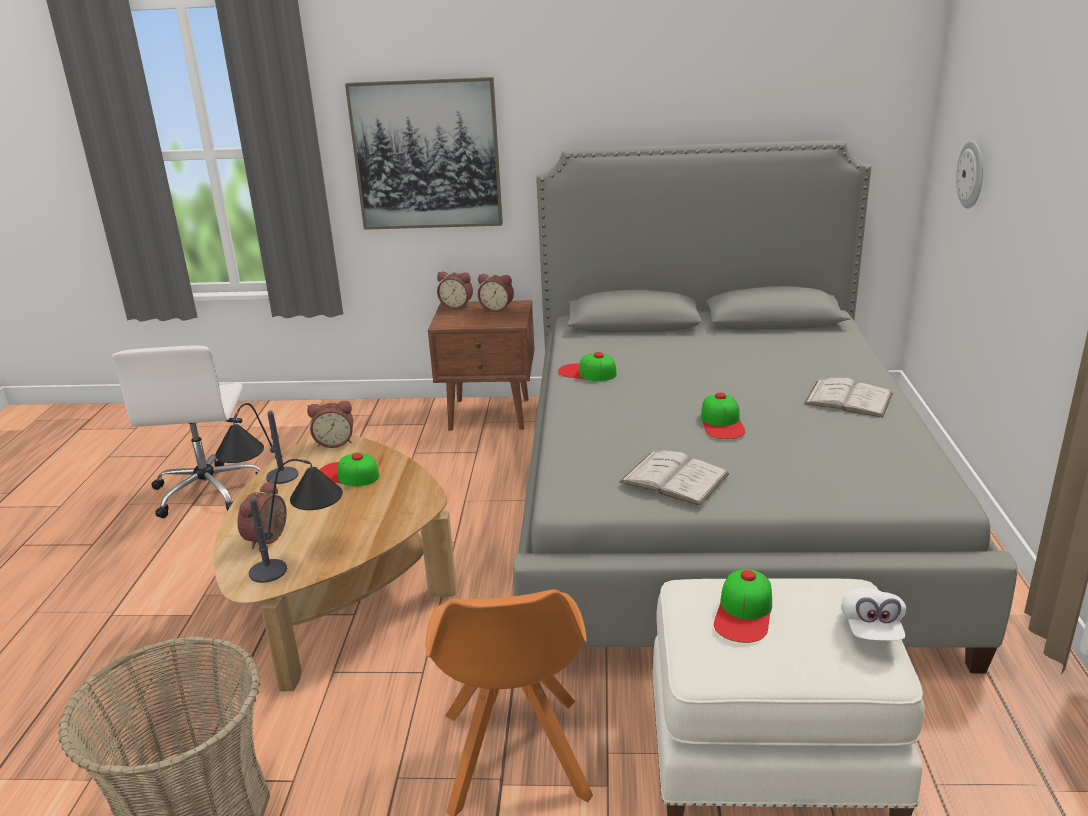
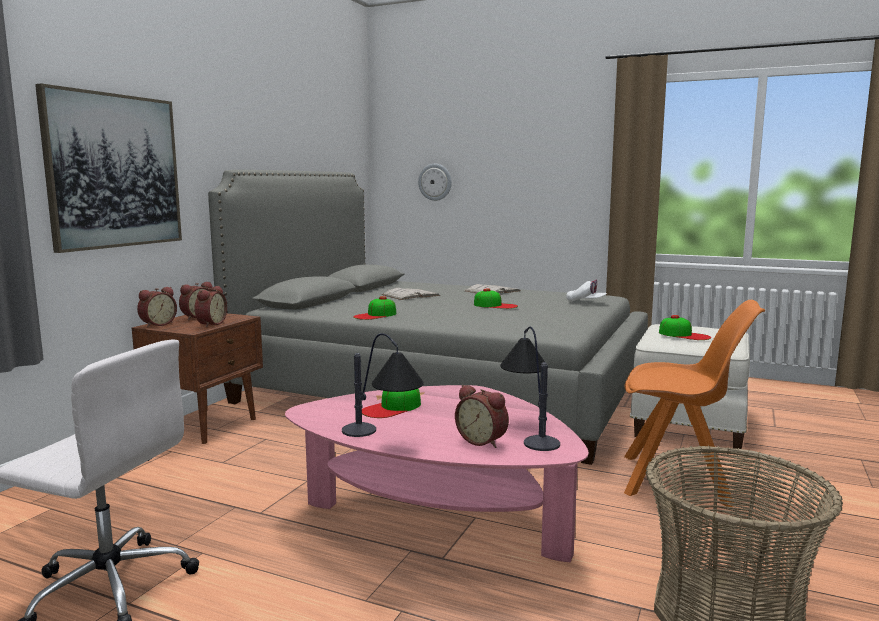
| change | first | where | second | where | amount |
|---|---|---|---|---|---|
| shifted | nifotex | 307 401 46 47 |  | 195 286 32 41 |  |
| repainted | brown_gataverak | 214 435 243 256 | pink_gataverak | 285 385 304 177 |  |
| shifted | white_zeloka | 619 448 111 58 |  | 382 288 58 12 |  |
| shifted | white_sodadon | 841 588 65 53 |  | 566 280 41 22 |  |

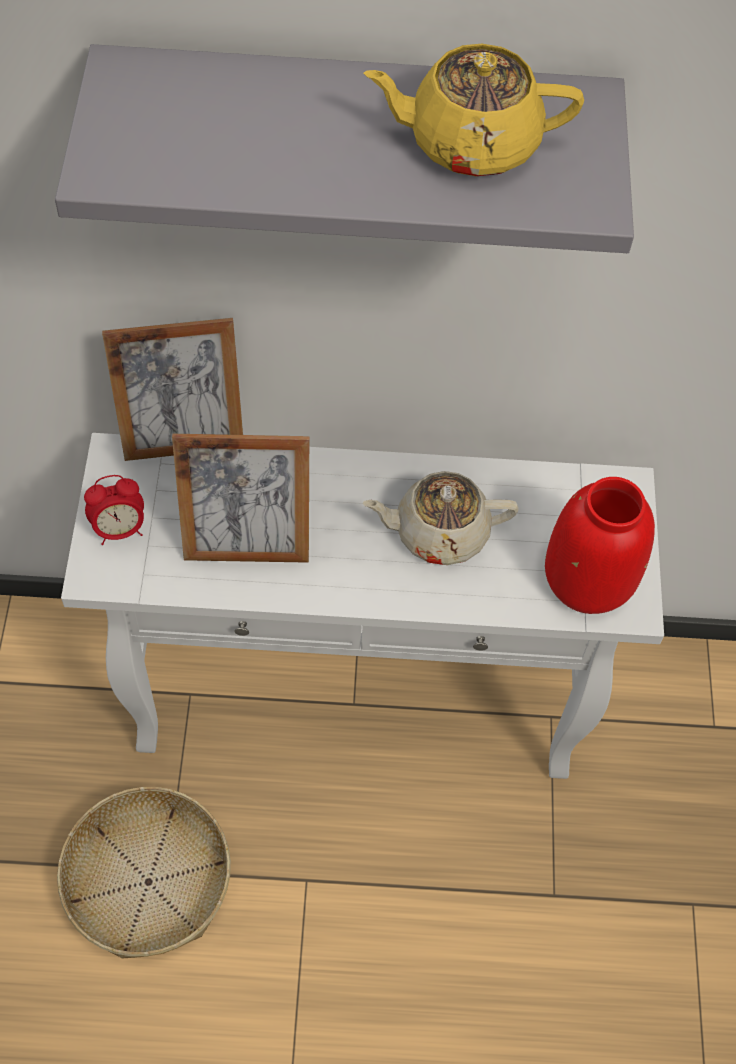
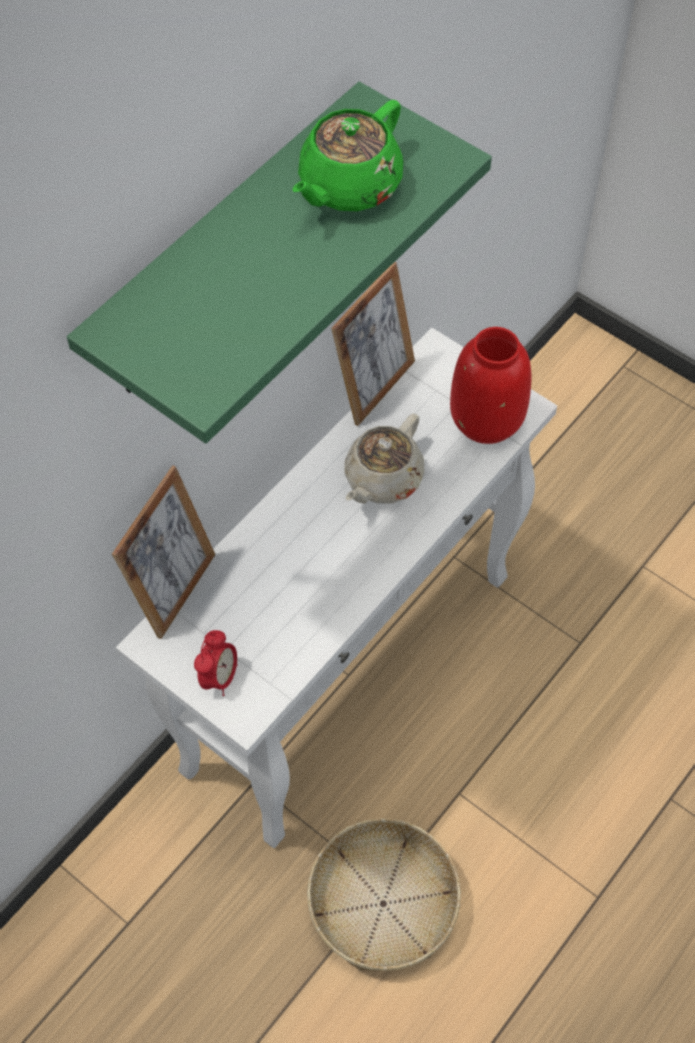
| change | first | where | second | where | amount |
|---|---|---|---|---|---|
| repainted | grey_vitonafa | 55 44 579 209 | green_vitonafa | 67 82 425 362 |  |
| repainted | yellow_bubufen | 364 44 220 132 | green_bubufen | 292 100 111 111 |  |
| shifted | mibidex | 172 434 137 129 |  | 331 262 84 164 |  |

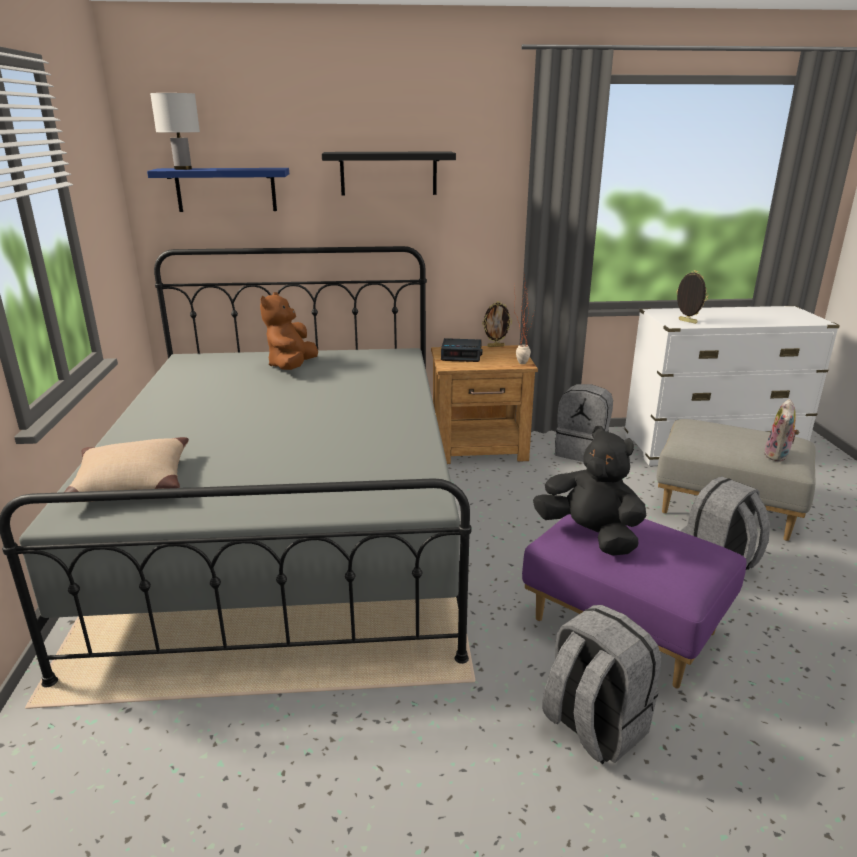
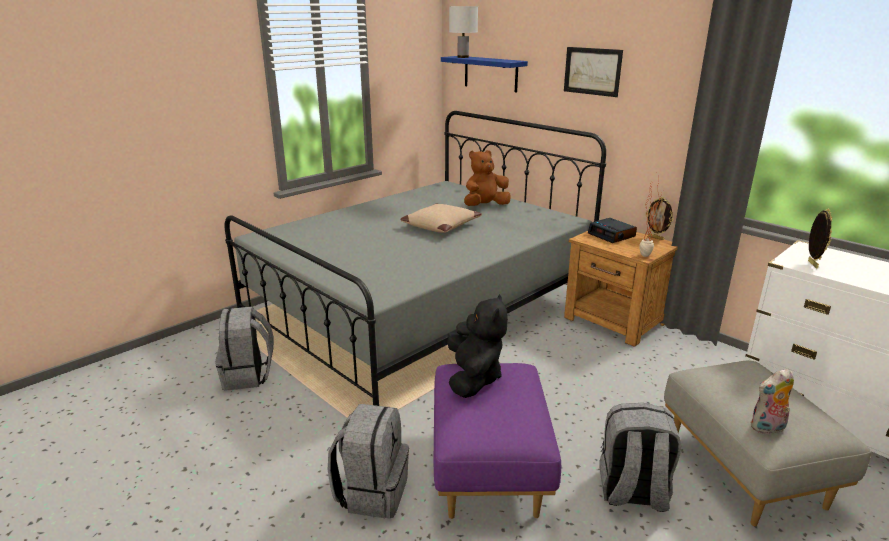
| change | first | where | second | where | amount |
|---|---|---|---|---|---|
| swapped | black_vitonafa | 322 151 134 45 | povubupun | 564 47 59 50 |  |
| shifted | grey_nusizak | 555 384 58 78 |  | 215 306 59 85 |  |
| shifted | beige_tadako | 63 437 126 66 |  | 400 203 82 30 |  |

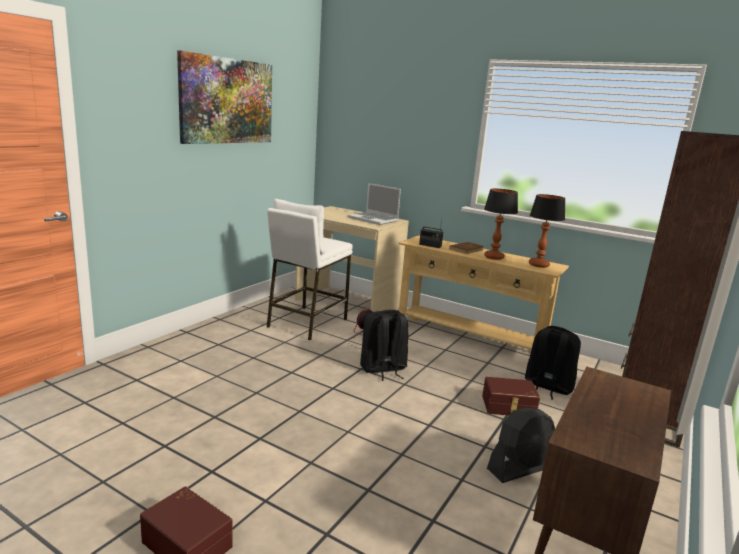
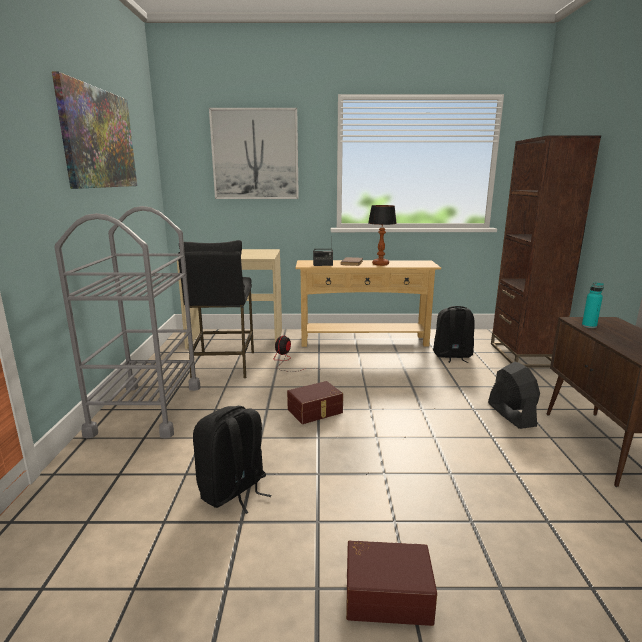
| change | first | where | second | where | amount |
|---|---|---|---|---|---|
| gone | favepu | 348 183 53 42 |  |  |  |
| gone | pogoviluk | 529 194 37 74 |  |  |  |
| repainted | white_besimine | 267 199 86 141 | black_besimine | 178 240 76 138 |  |
| shifted | black_nusizak | 360 310 49 71 |  | 193 406 79 108 |  |
| shifted | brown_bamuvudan | 482 377 58 38 |  | 287 381 56 43 |  |
| rotated | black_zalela | 487 408 68 75 |  | 488 362 52 67 | 45 degrees counterclockwise |
| new |  |  | povubupun | 209 108 90 91 |  |
| new |  |  | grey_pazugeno | 54 206 147 232 |  |
| new |  |  | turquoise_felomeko | 582 282 22 46 |  |

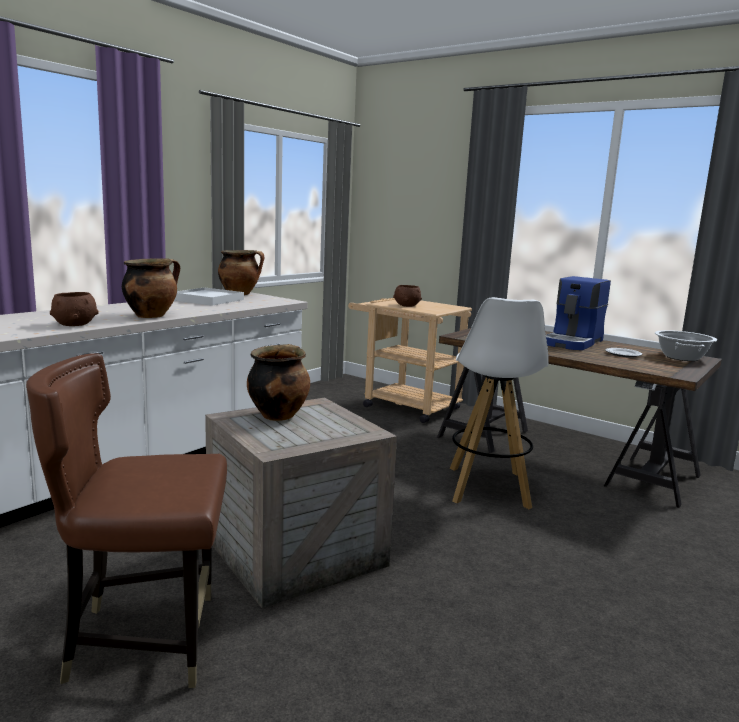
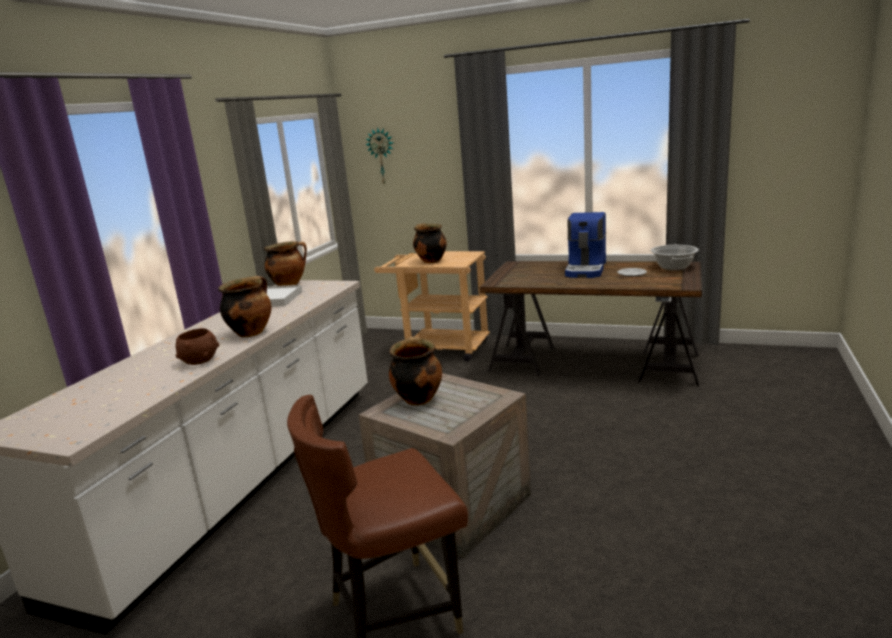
| change | first | where | second | where | amount |
|---|---|---|---|---|---|
| swapped | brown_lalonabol | 393 285 29 22 | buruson | 413 223 34 40 |  |
| gone | white_besimine | 450 297 99 212 |  |  |  |
| new |  |  | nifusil | 366 128 27 56 |  |

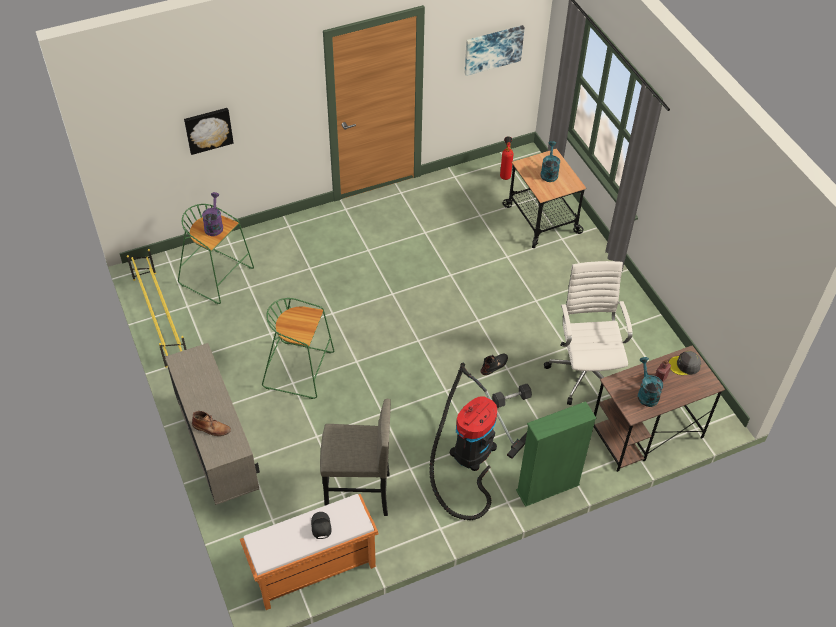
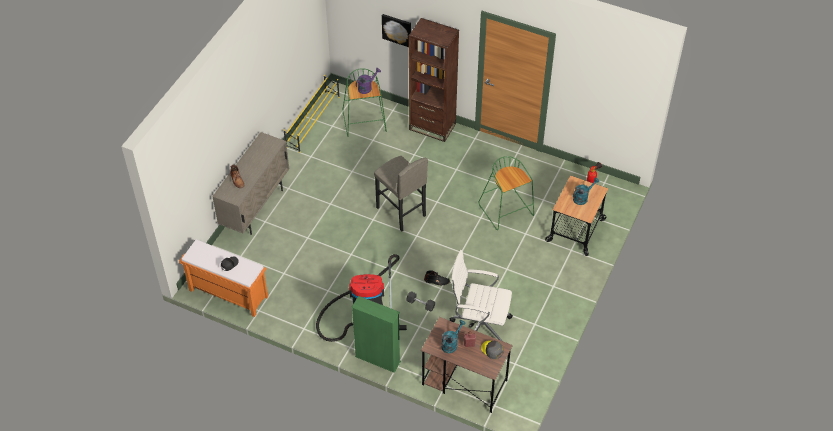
| change | first | where | second | where | amount |
|---|---|---|---|---|---|
| gone | povubupun | 465 25 60 51 |  |  |  |
| rotated | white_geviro | 544 261 89 144 |  | 450 250 63 91 | 120 degrees counterclockwise |
| shifted | green_besimine | 262 298 72 101 |  | 479 156 55 74 |  |
| shifted | grey_besimine | 320 399 71 117 |  | 374 156 54 76 |  |
| new |  |  | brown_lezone | 409 18 50 124 |  |

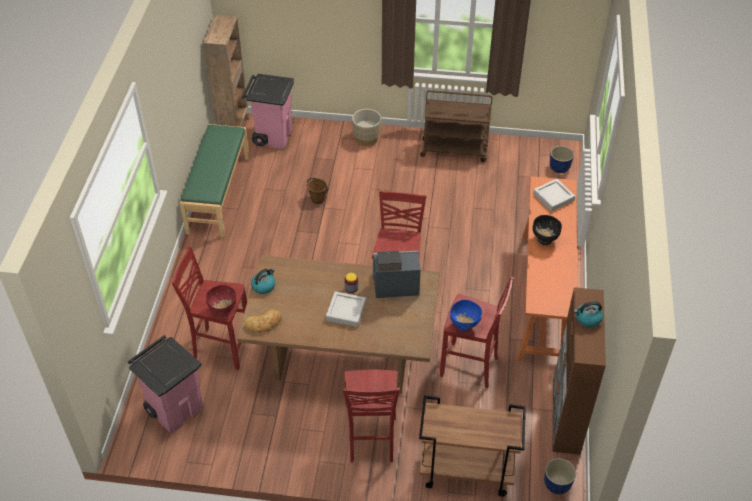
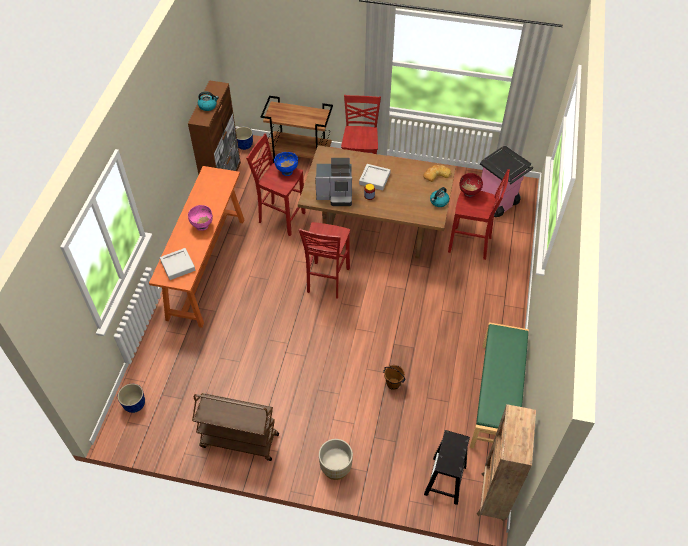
| change | first | where | second | where | amount |
|---|---|---|---|---|---|
| swapped | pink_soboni | 242 74 52 75 | black_besimine | 424 430 46 75 |  |
| repainted | black_lalonabol | 533 215 29 30 | pink_lalonabol | 188 205 25 26 |  |

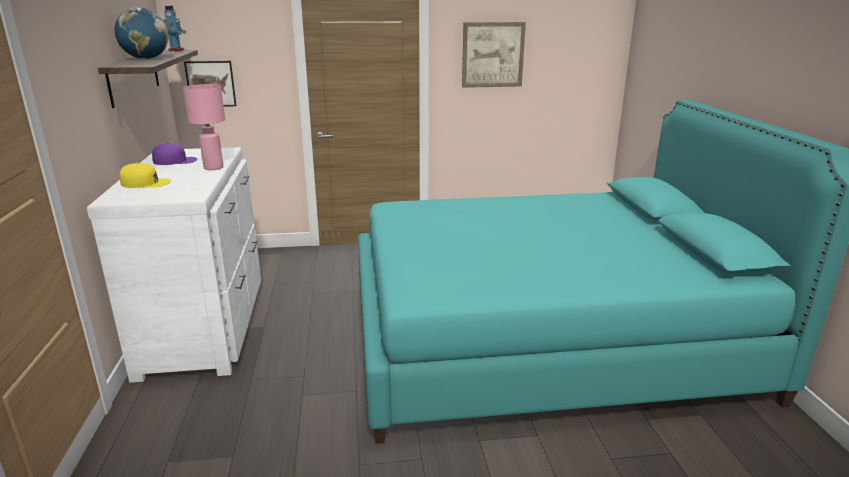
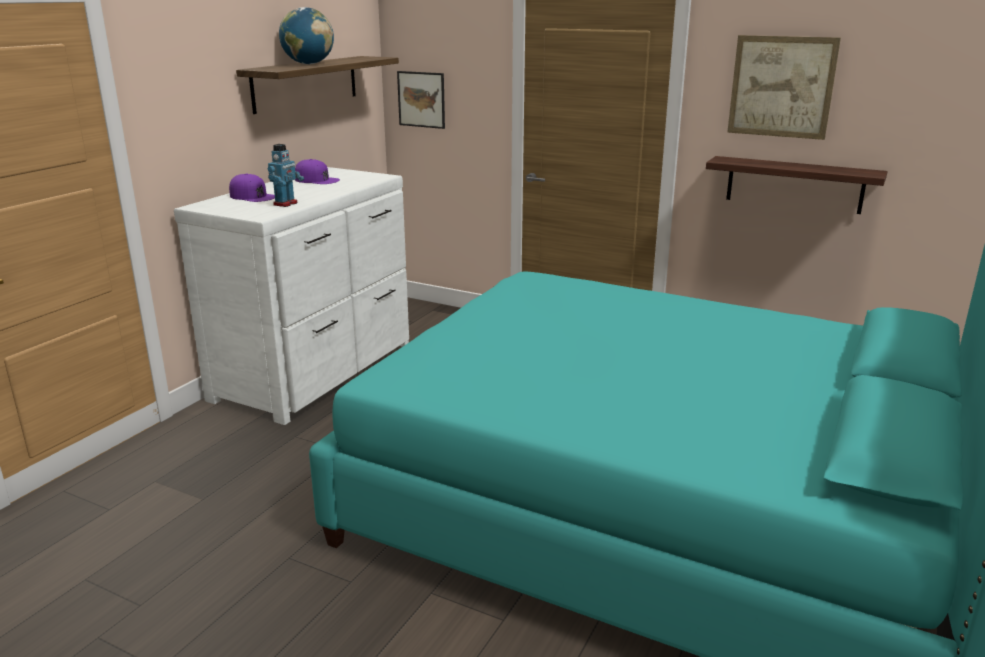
| change | first | where | second | where | amount |
|---|---|---|---|---|---|
| shifted | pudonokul | 163 6 23 45 |  | 268 144 36 63 |  |
| gone | pink_pogoviluk | 183 84 42 86 |  |  |  |
| repainted | yellow_sodadon | 120 163 51 25 | purple_sodadon | 229 173 46 29 |  |
| new |  |  | vitonafa | 706 156 182 58 |  |

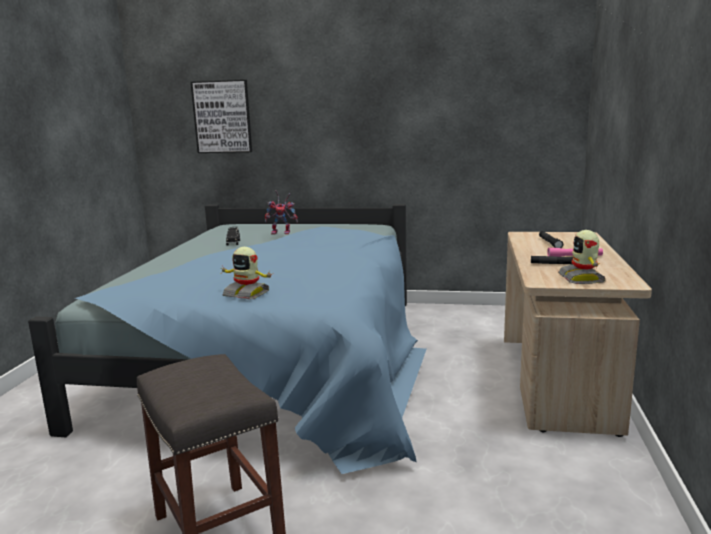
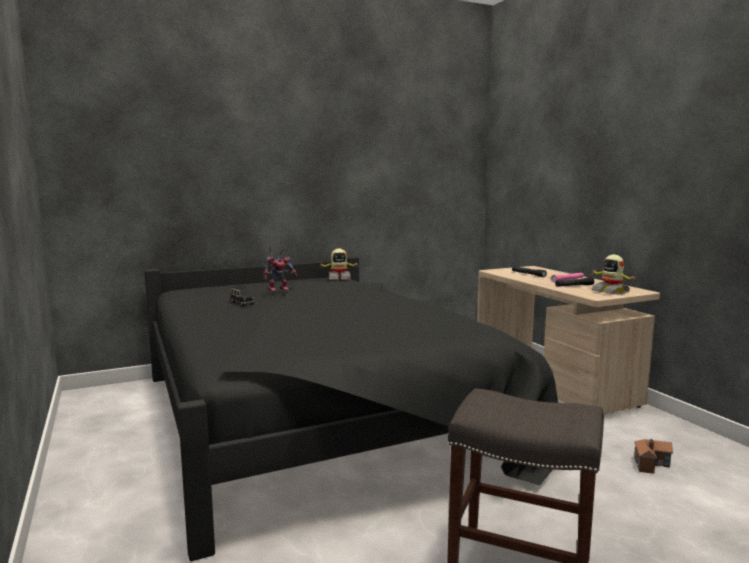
| change | first | where | second | where | amount |
|---|---|---|---|---|---|
| gone | povubupun | 191 80 61 73 |  |  |  |
| repainted | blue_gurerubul | 28 204 398 270 | black_gurerubul | 144 256 414 305 |  |
| shifted | pudonokul | 220 247 54 52 |  | 318 248 40 32 |  |
| new |  |  | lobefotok | 634 439 39 35 |  |

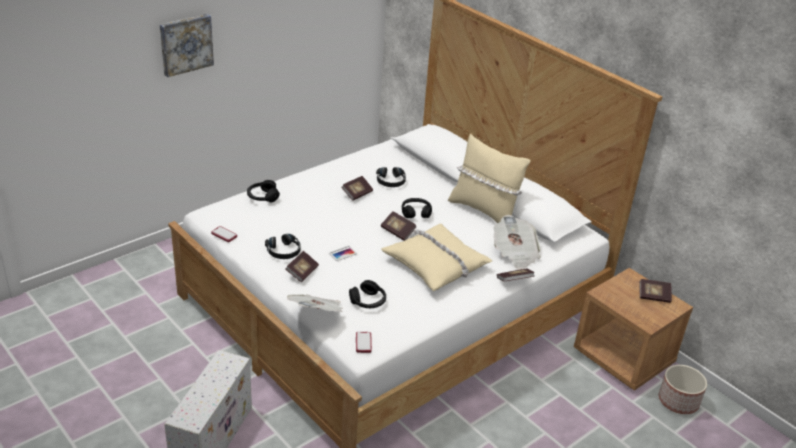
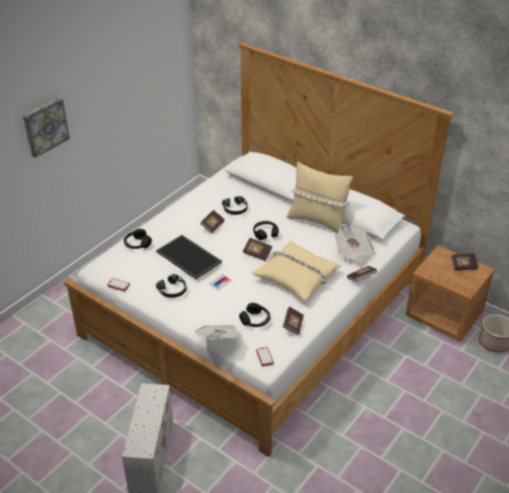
| change | first | where | second | where | amount |
|---|---|---|---|---|---|
| shifted | zeloka | 286 251 33 31 |  | 283 307 21 28 |  |
| new |  |  | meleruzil | 156 235 66 44 |  |

